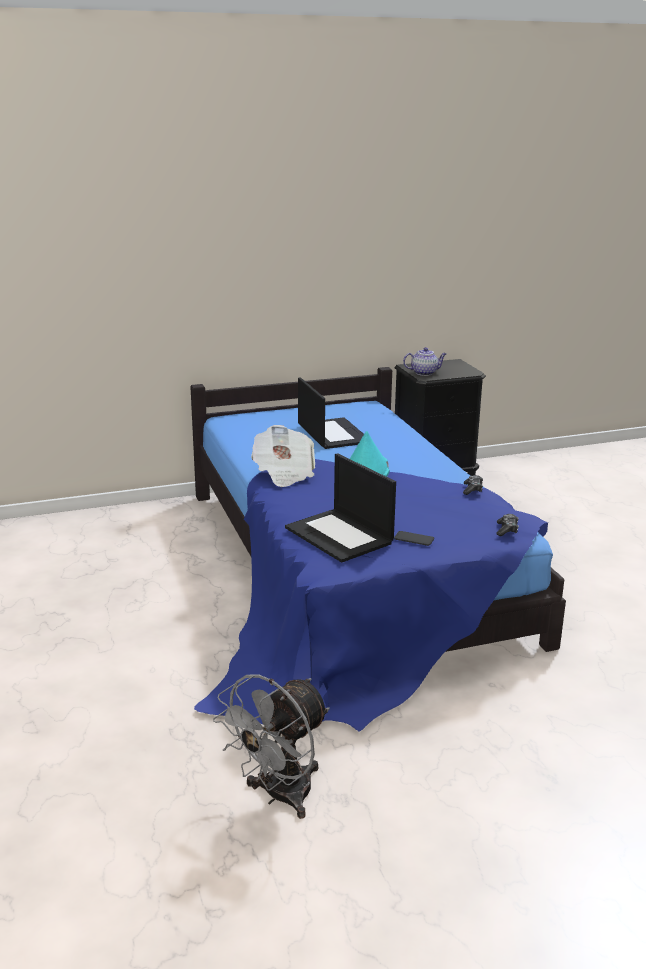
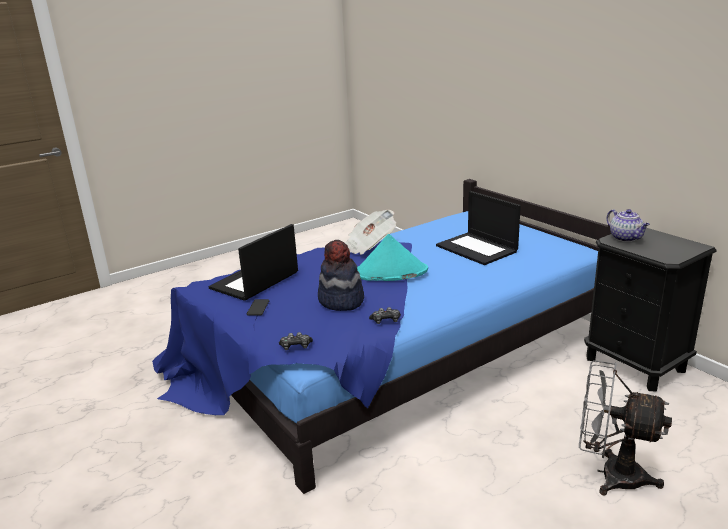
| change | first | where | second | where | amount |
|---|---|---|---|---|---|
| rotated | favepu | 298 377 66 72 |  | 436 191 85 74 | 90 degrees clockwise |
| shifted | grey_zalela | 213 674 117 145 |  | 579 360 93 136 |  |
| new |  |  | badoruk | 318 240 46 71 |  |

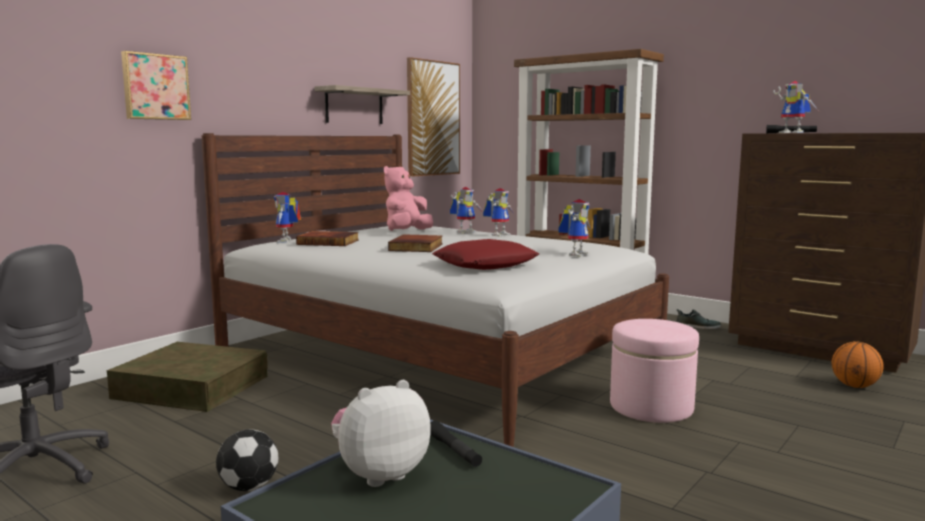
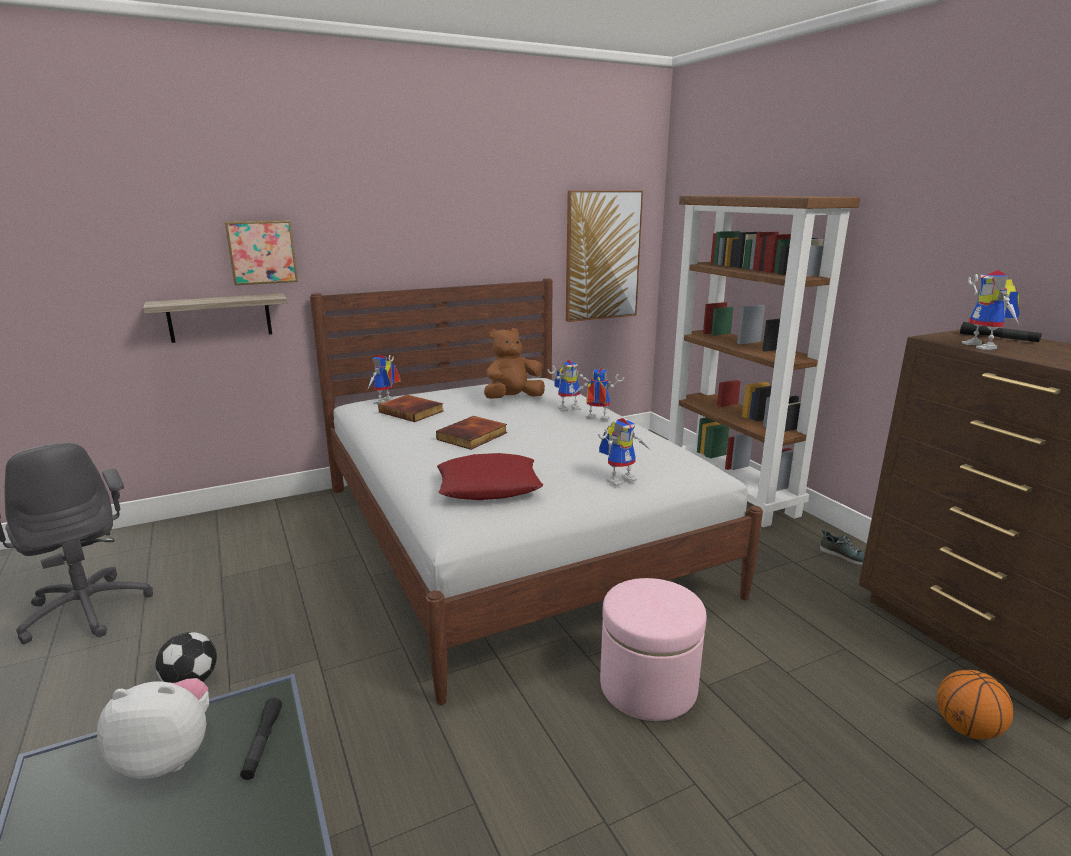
| change | first | where | second | where | amount |
|---|---|---|---|---|---|
| shifted | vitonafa | 314 85 96 39 |  | 143 293 145 50 |  |
| repainted | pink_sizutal | 384 166 49 65 | brown_sizutal | 484 328 61 71 |  |
| rotated | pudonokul | 483 188 31 49 |  | 572 368 52 53 | 135 degrees counterclockwise |
| gone | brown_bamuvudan | 107 342 161 70 |  |  |  |

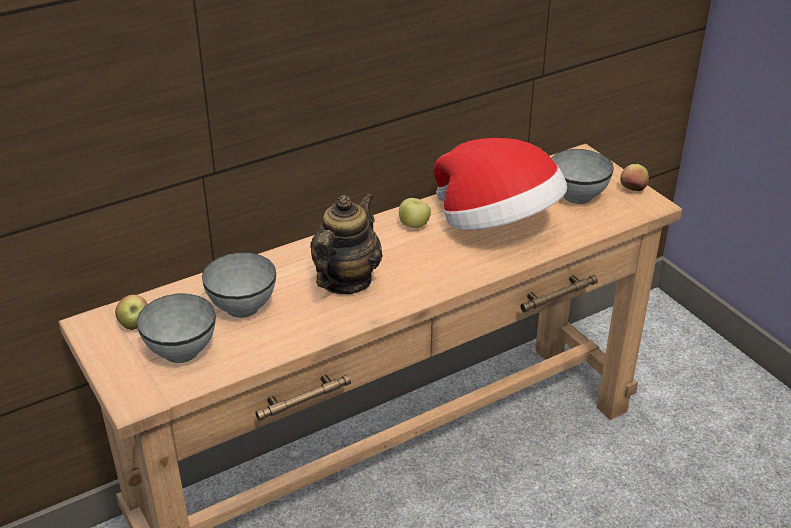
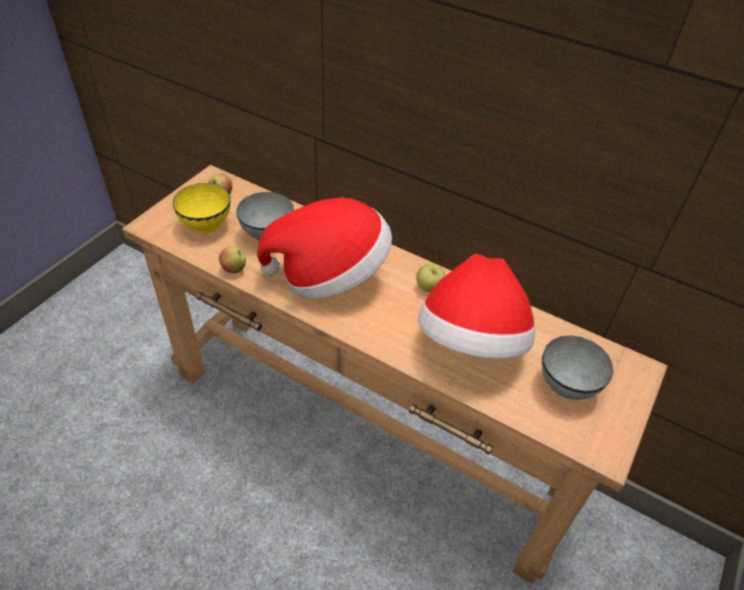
| change | first | where | second | where | amount |
|---|---|---|---|---|---|
| shifted | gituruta | 620 164 29 27 |  | 219 246 27 27 |  |
| swapped | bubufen | 310 193 73 101 | badoruk | 257 198 135 100 |  |
| repainted | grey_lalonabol | 137 294 79 69 | yellow_lalonabol | 173 183 57 51 |  |

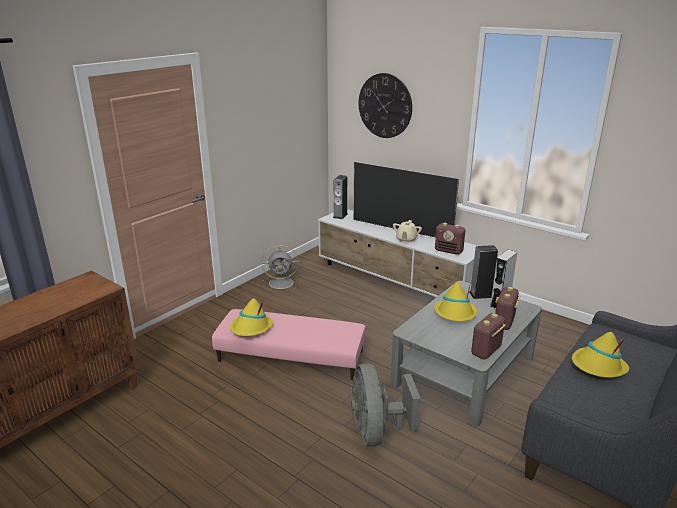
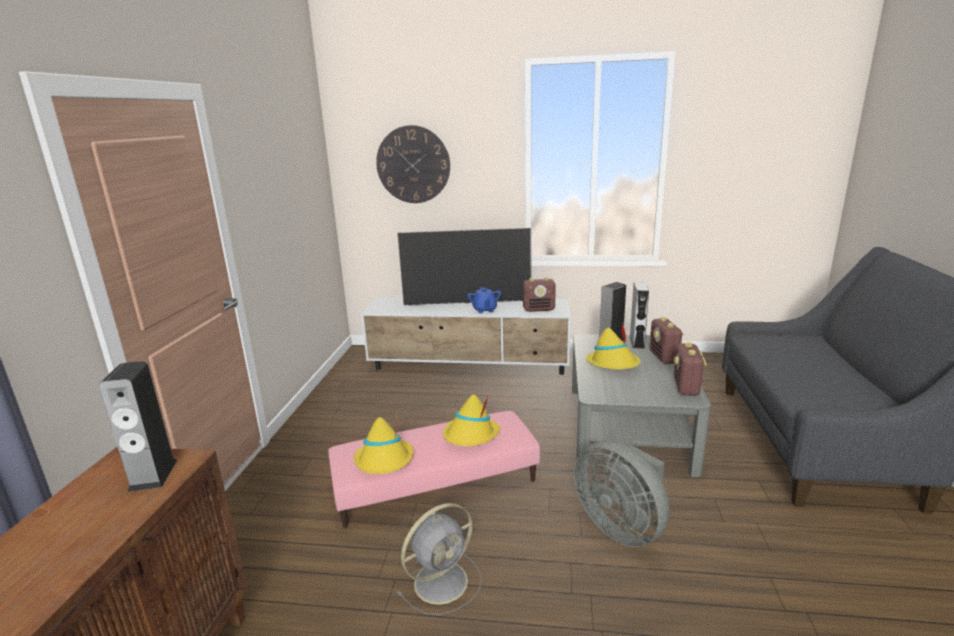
| change | first | where | second | where | amount |
|---|---|---|---|---|---|
| shifted | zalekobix | 333 175 15 44 |  | 99 361 78 131 |  |
| repainted | beige_bubufen | 393 220 29 23 | blue_bubufen | 467 287 34 27 |  |
| shifted | grey_zalela | 262 245 38 47 |  | 397 503 85 112 |  |
| shifted | yellow_badoruk | 572 332 57 46 |  | 443 395 57 51 |  |

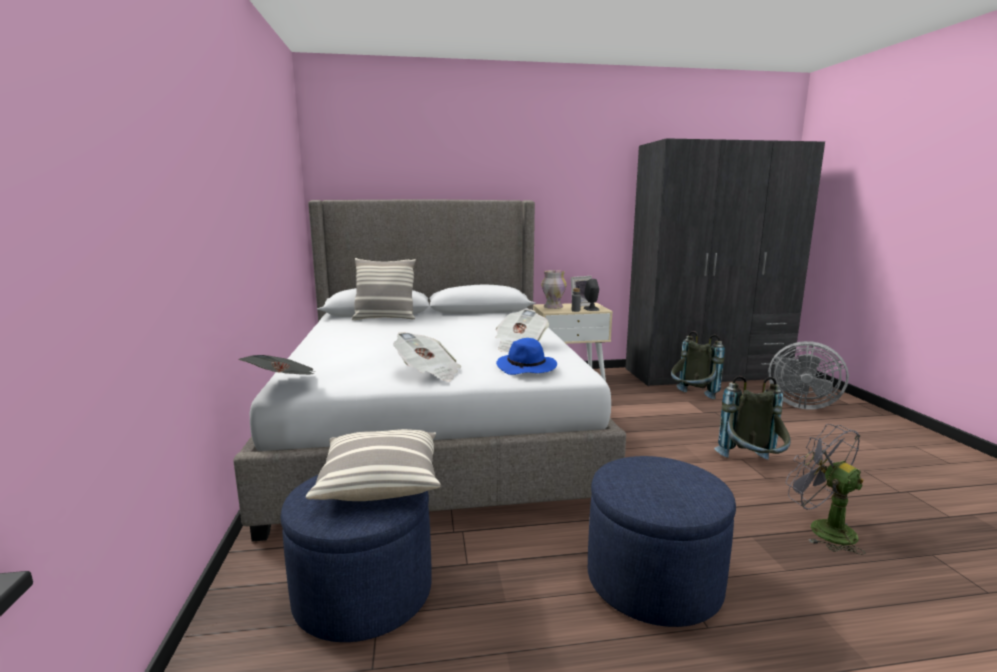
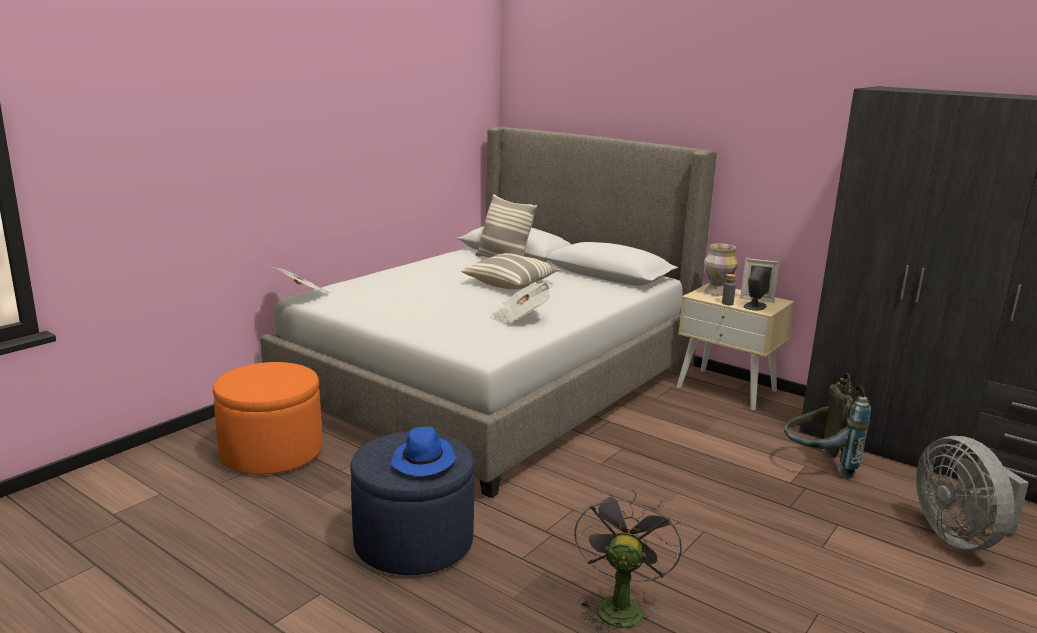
| change | first | where | second | where | amount |
|---|---|---|---|---|---|
| gone | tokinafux | 393 332 68 49 |  |  |  |
| shifted | blue_badoruk | 496 338 61 37 |  | 391 427 66 49 |  |
| gone | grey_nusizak | 714 376 76 84 |  |  |  |
| shifted | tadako | 306 429 135 72 |  | 461 253 99 36 |  |
| repainted | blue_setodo | 281 474 150 168 | orange_setodo | 213 362 109 113 |  |

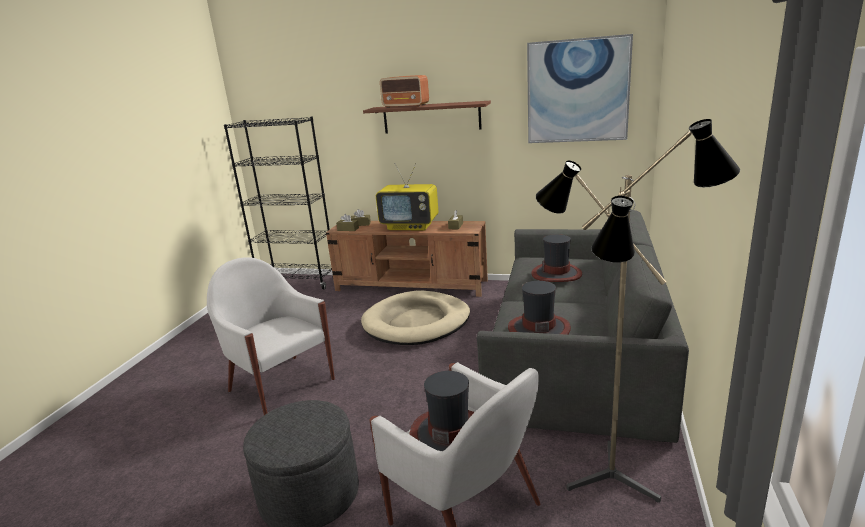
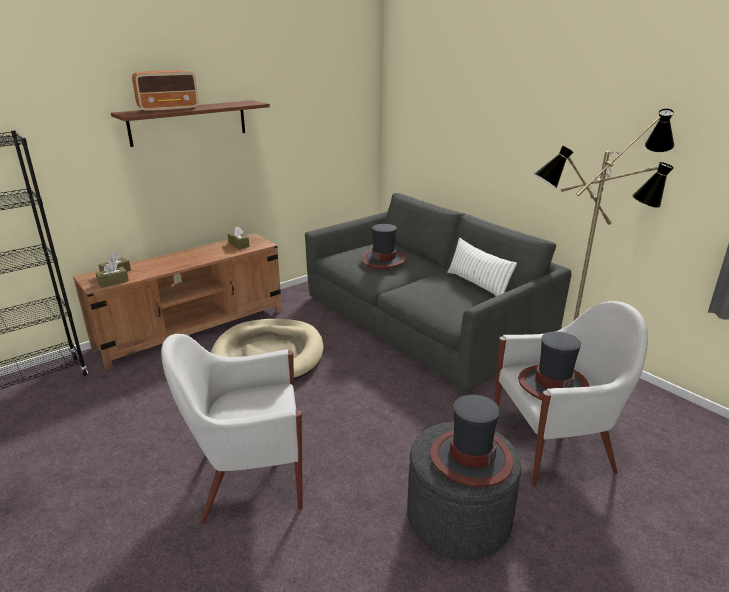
| change | first | where | second | where | amount |
|---|---|---|---|---|---|
| gone | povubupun | 527 34 106 109 |  |  |  |
| gone | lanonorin | 376 163 63 67 |  |  |  |
| shifted | badoruk | 508 281 63 54 |  | 430 395 83 92 |  |
| new |  |  | white_tadako | 447 238 70 58 |  |

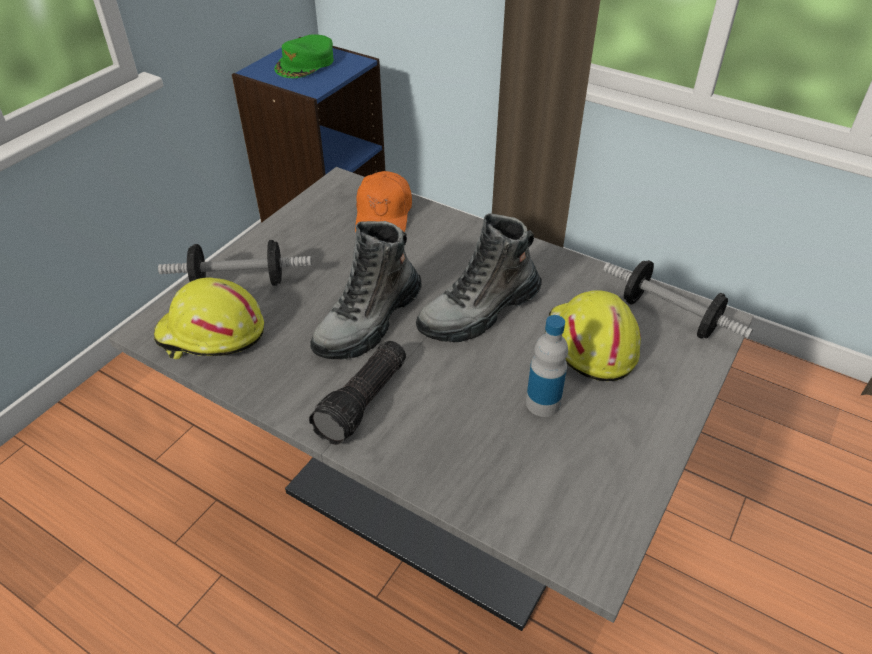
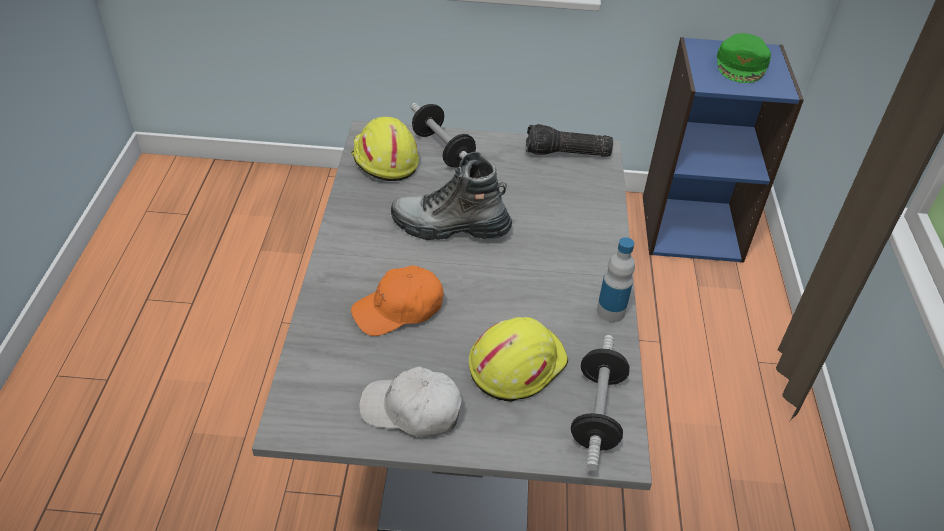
| change | first | where | second | where | amount |
|---|---|---|---|---|---|
| rotated | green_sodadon | 274 34 60 44 |  | 717 33 54 50 | 75 degrees counterclockwise |
| shifted | orange_sodadon | 355 171 57 61 |  | 351 266 93 70 |  |
| gone | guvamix | 416 213 126 130 |  |  |  |
| shifted | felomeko | 526 315 42 102 |  | 597 237 38 85 |  |
| shifted | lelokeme | 309 341 97 104 |  | 526 124 87 33 |  |
| new |  |  | white_sodadon | 359 367 103 70 |  |

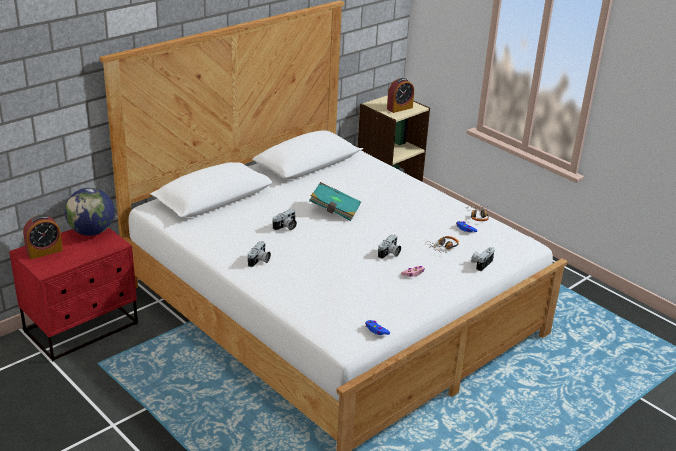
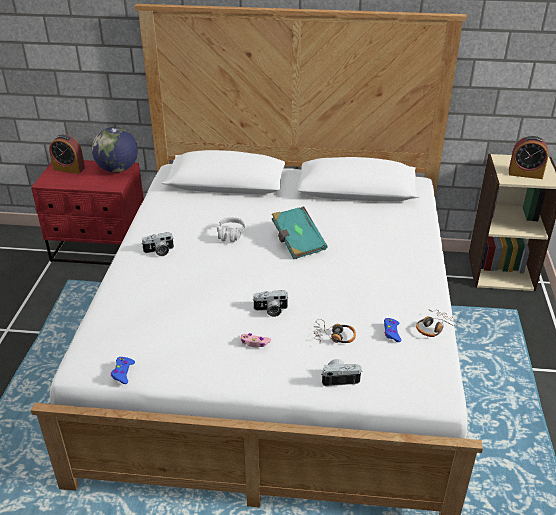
| change | first | where | second | where | amount |
|---|---|---|---|---|---|
| swapped | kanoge | 272 209 25 21 | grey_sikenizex | 217 217 28 25 |  |

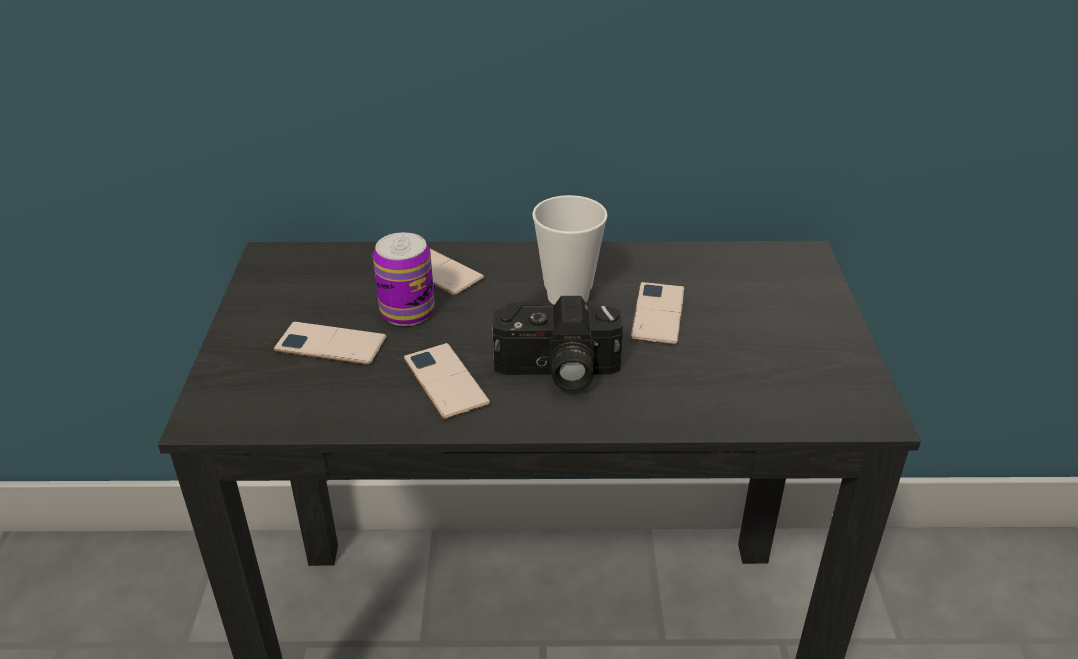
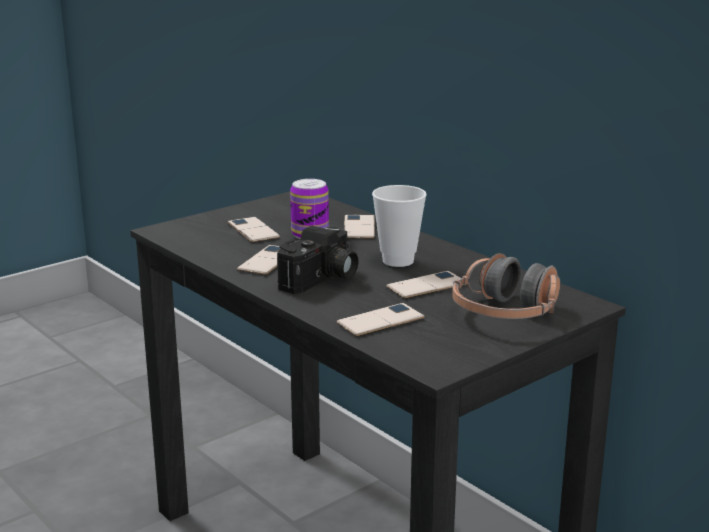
| change | first | where | second | where | amount |
|---|---|---|---|---|---|
| rotated | kanoge | 492 296 131 95 |  | 277 225 82 69 | 105 degrees counterclockwise |
| new |  |  | sikenizex | 452 253 108 66 |  |
| new |  |  | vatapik | 336 303 89 34 |  |

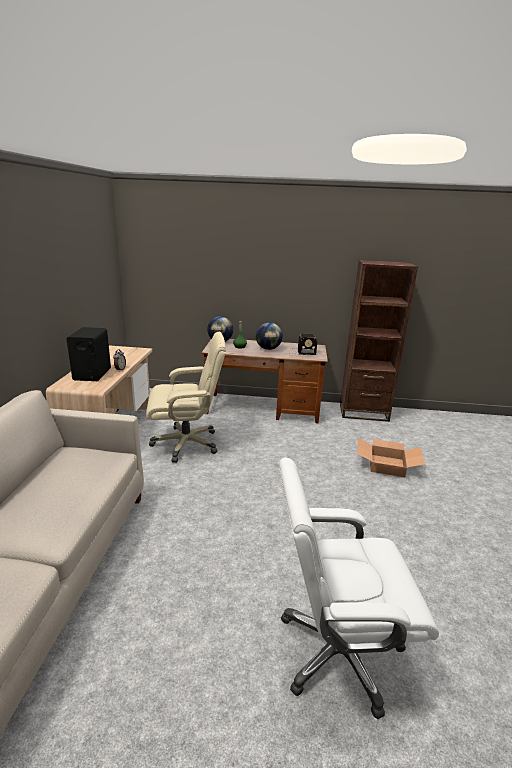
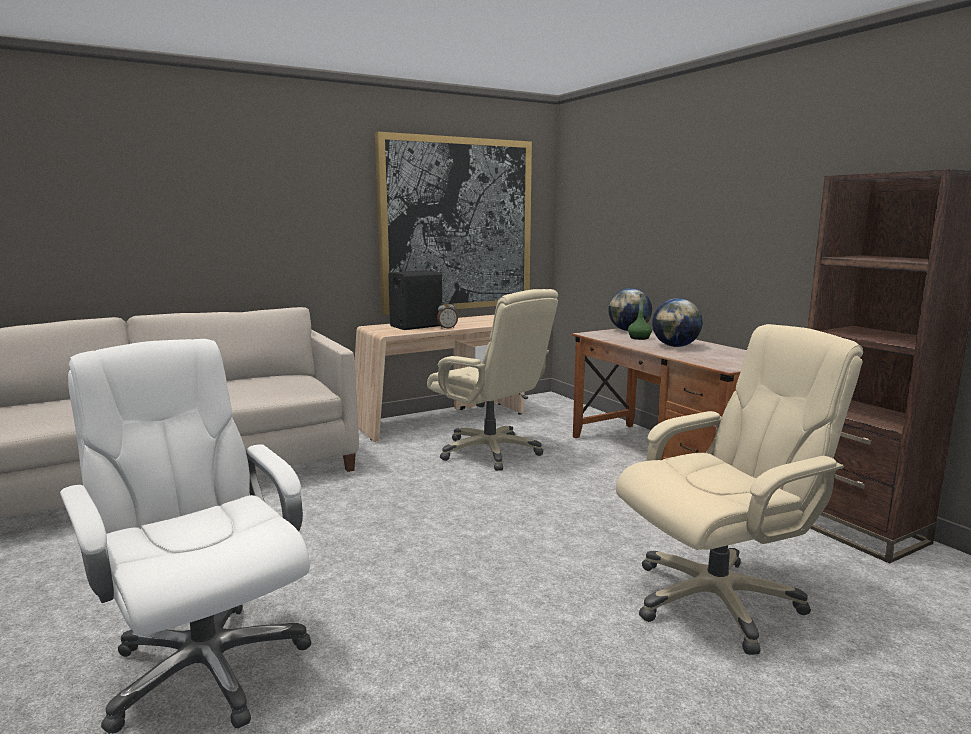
| change | first | where | second | where | amount |
|---|---|---|---|---|---|
| gone | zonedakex | 287 334 31 21 |  |  |  |
| swapped | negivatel | 357 438 68 39 | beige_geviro | 616 324 247 331 |  |
| new |  |  | povubupun | 375 132 157 183 |  |

